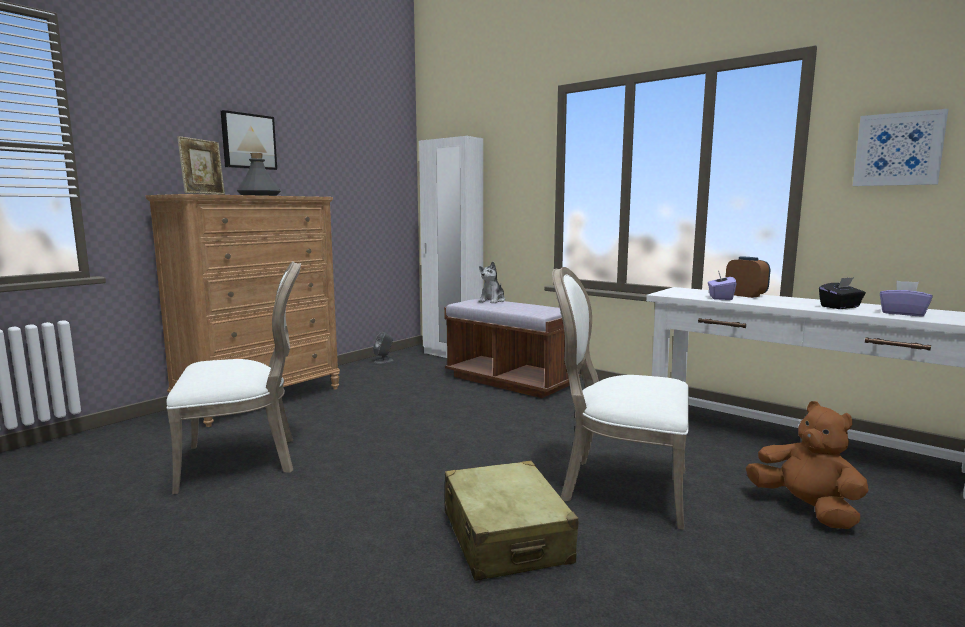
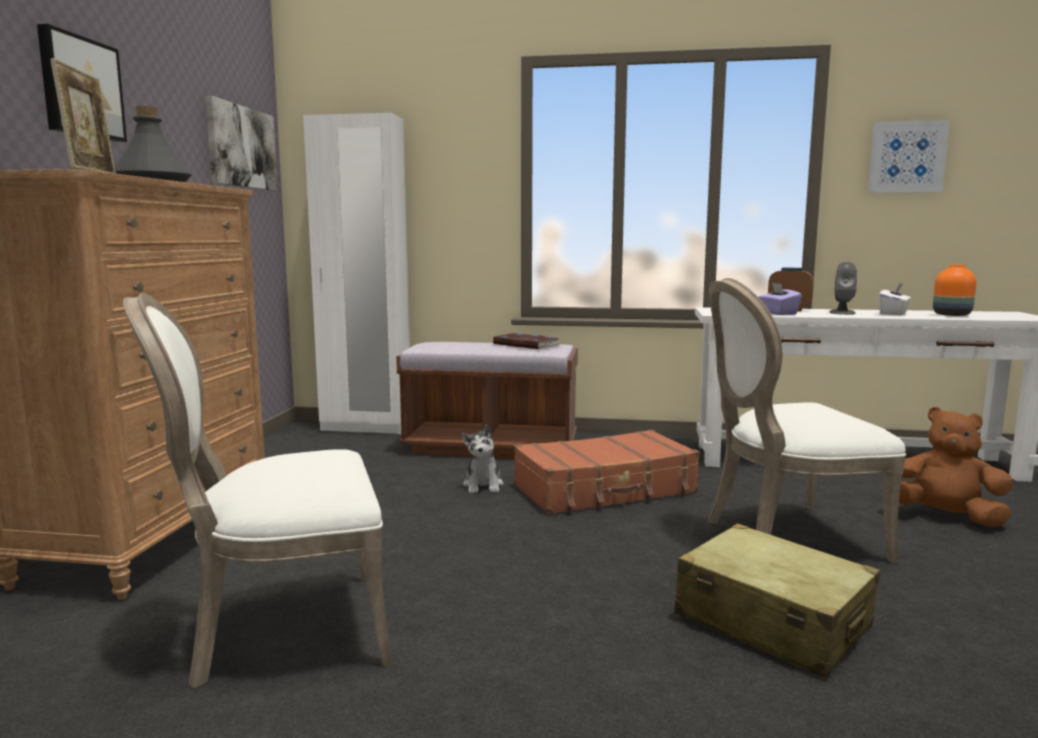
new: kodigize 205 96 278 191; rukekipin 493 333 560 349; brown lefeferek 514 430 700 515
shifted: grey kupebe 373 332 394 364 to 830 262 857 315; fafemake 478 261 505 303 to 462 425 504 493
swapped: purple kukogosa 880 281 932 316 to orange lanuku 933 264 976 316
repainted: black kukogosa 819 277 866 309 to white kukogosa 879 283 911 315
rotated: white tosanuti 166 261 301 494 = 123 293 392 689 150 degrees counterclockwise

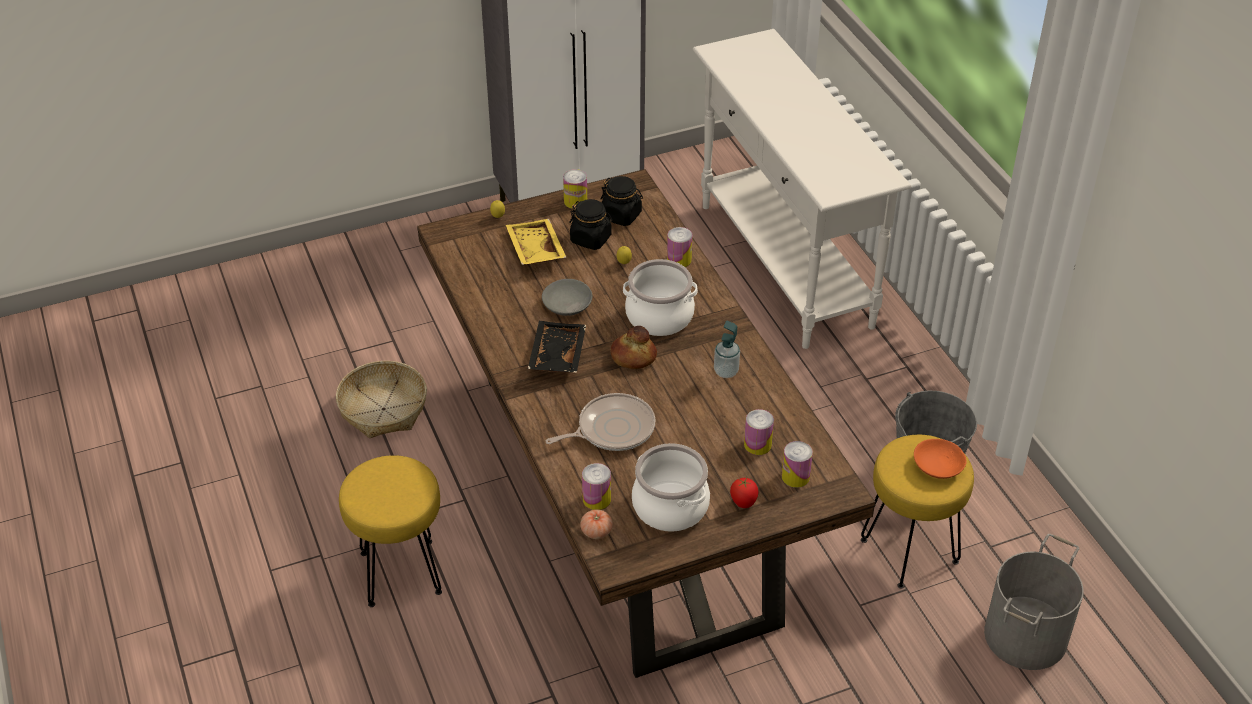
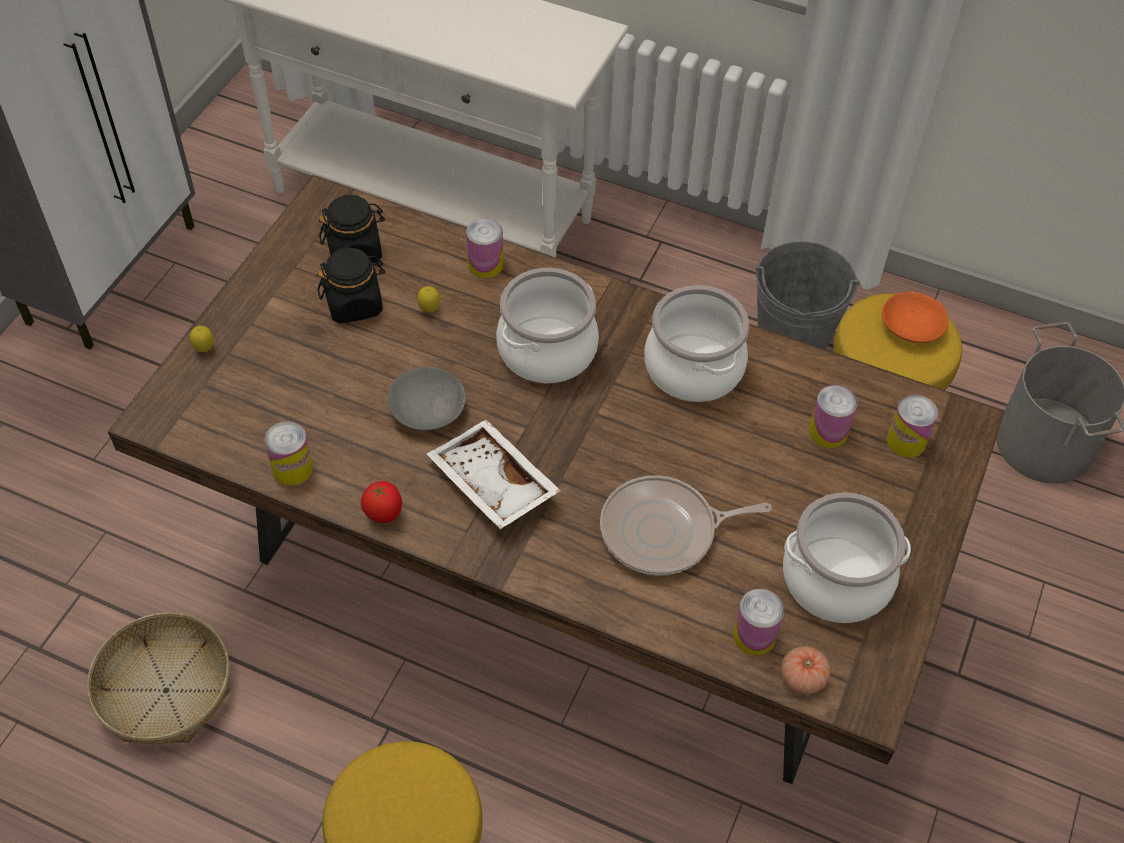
gone: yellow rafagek 506 219 567 265; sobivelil 610 326 657 369
shifted: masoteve 563 169 587 209 to 265 421 313 486; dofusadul 730 478 759 508 to 361 481 402 523
swapped: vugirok 714 321 740 378 to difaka 644 285 749 402
repainted: black rafagek 528 321 586 373 to white rafagek 427 420 561 529
rotated: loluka 546 393 655 451 = 600 475 772 576 120 degrees counterclockwise

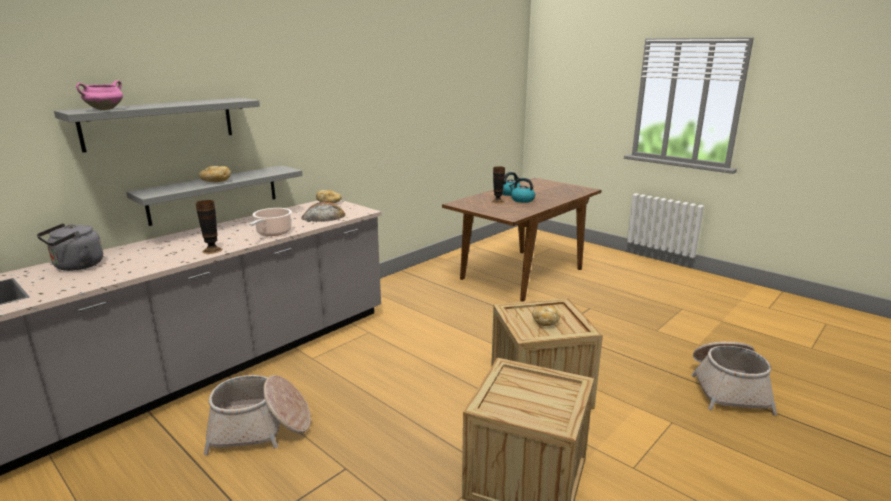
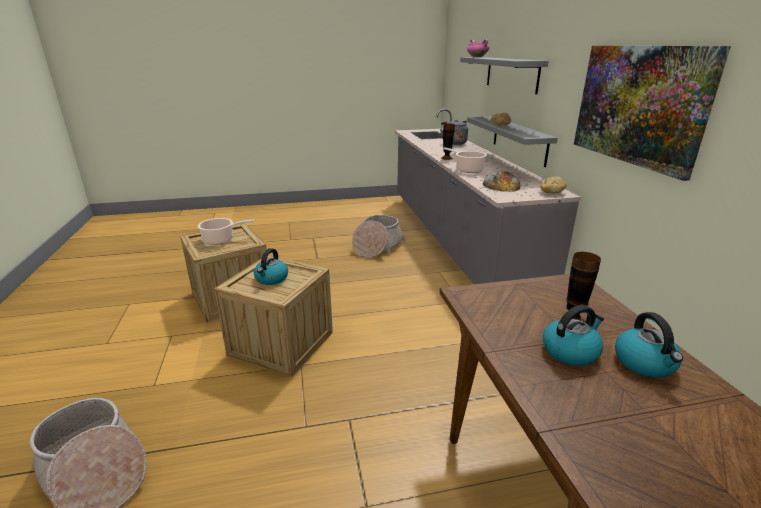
new: difaka 198 218 254 245; kodigize 574 46 731 181
swapped: sobivelil 532 306 560 326 to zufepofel 254 248 288 285

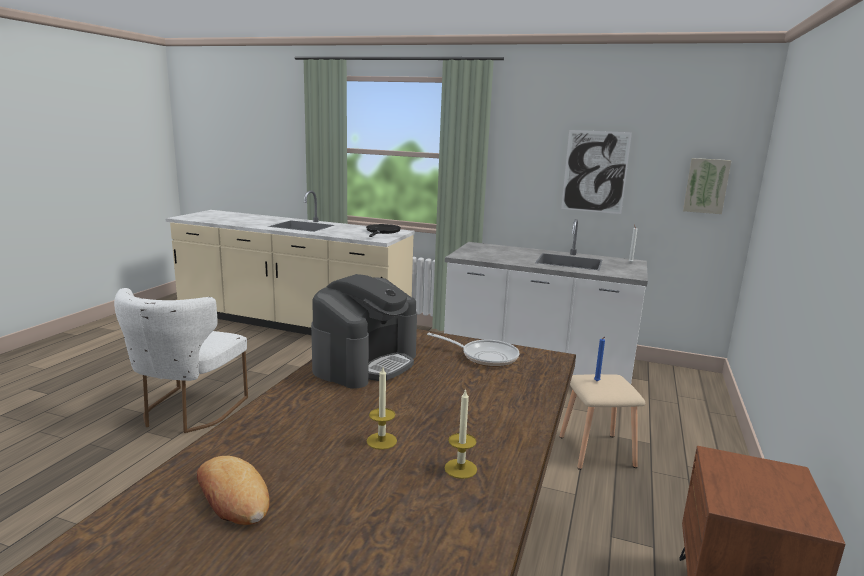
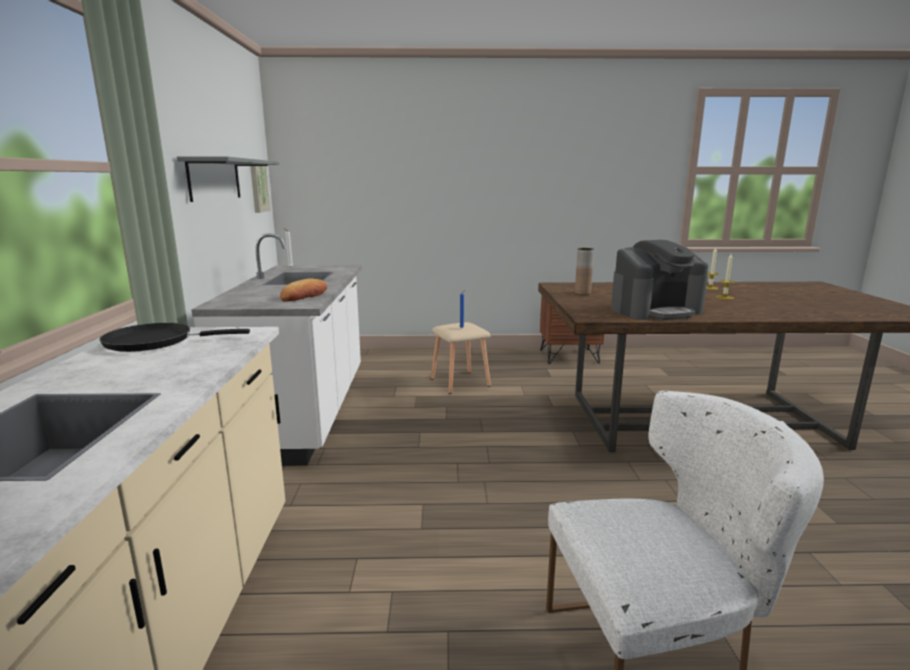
shifted: sobivelil 197 456 270 525 to 280 279 327 301
swapped: loluka 427 333 519 367 to brown lanuku 575 248 594 295; kodigize 561 130 632 214 to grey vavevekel 177 156 280 202
rotated: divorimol 311 274 417 389 = 611 240 708 320 150 degrees clockwise

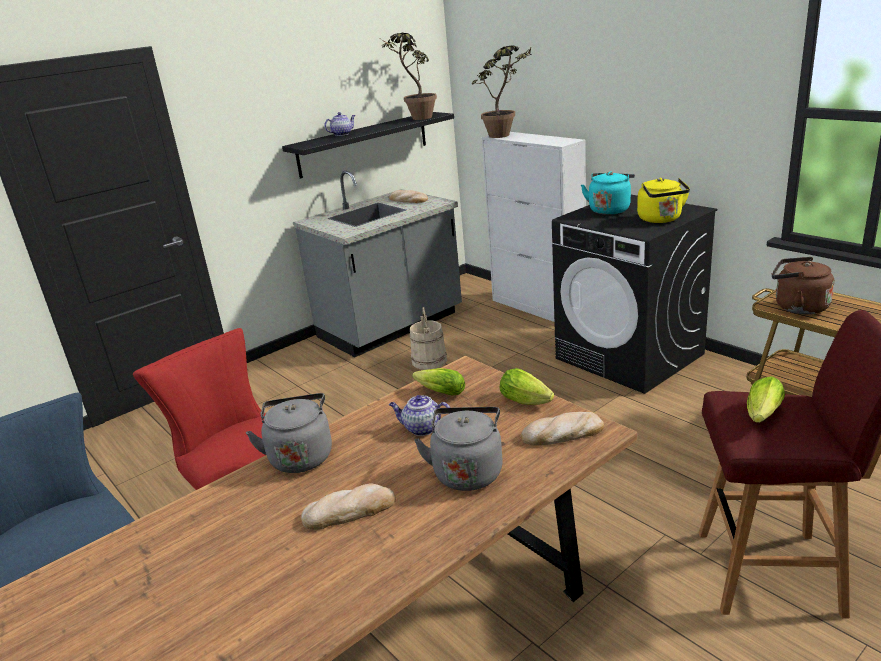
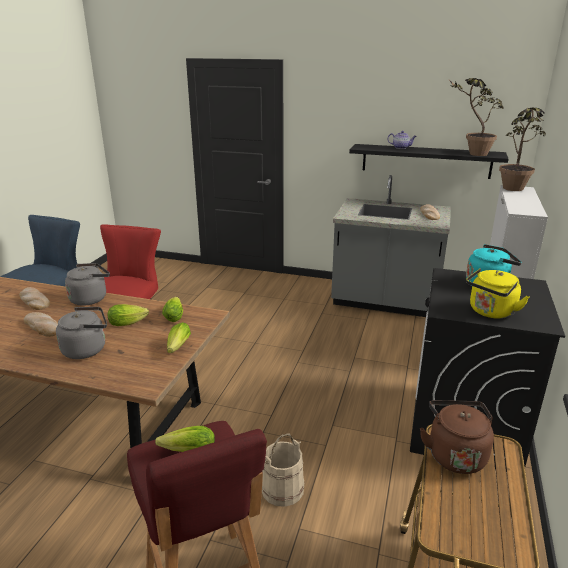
shifted: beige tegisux 410 307 447 370 to 262 433 304 507; sobivelil 521 412 604 446 to 19 287 50 310
swapped: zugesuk 389 395 451 436 to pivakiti 108 304 149 326

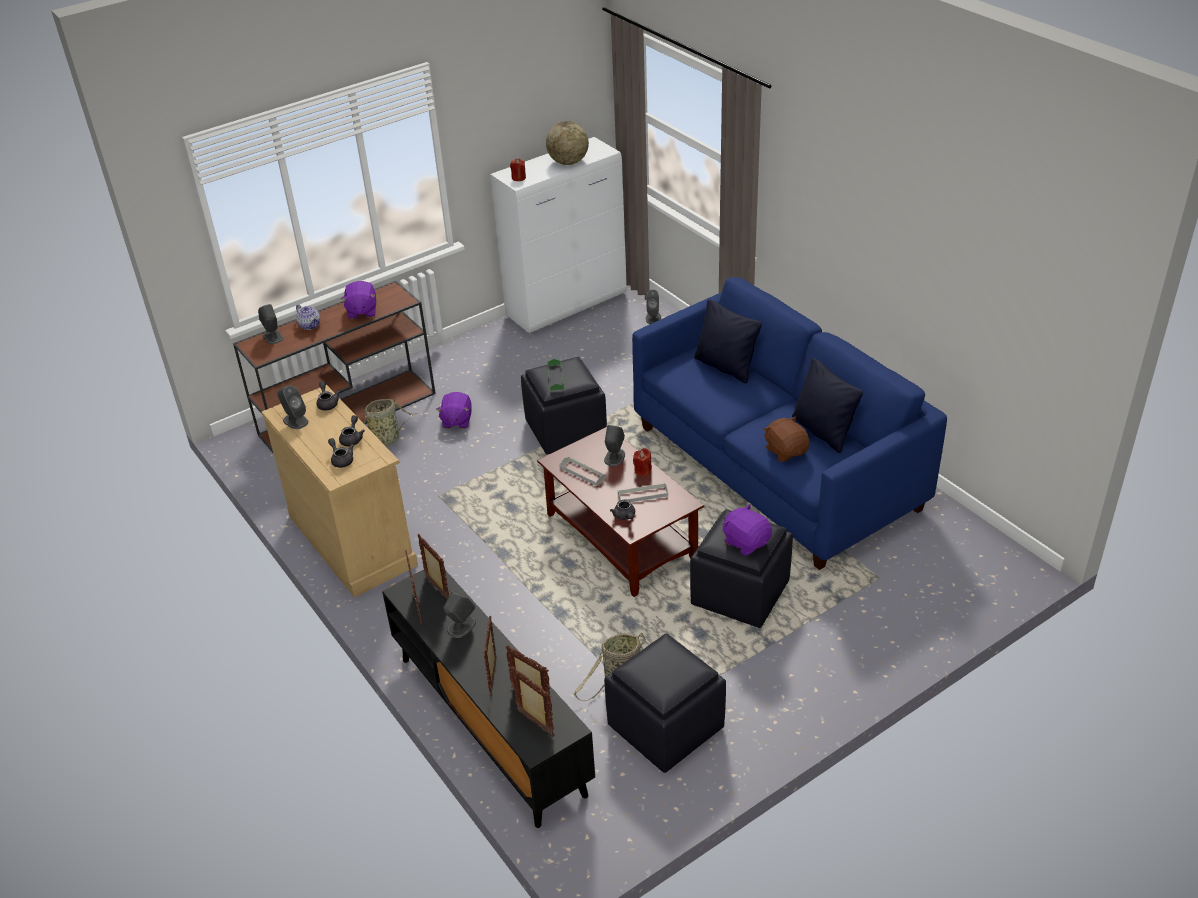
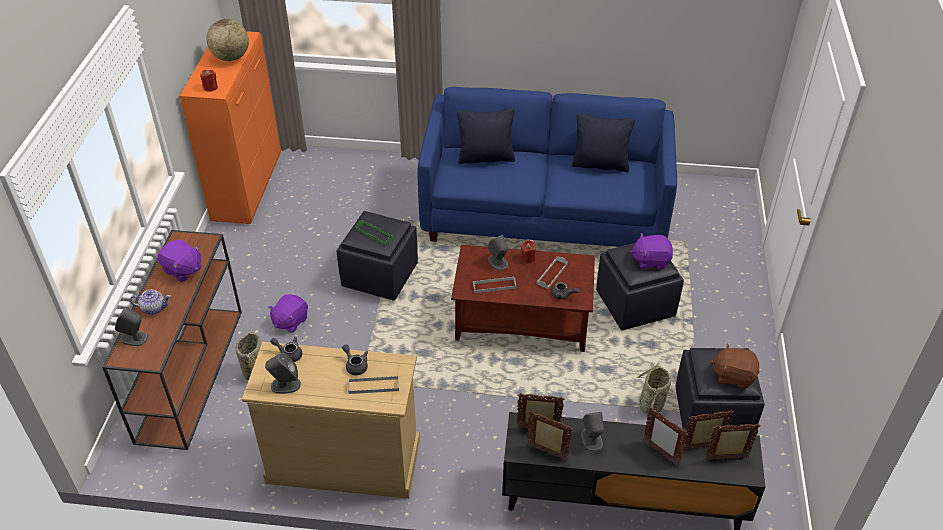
gone: grey kupebe 646 289 661 324
shifted: brown fafemake 763 416 810 462 to 710 343 760 389
swapped: grey zugesuk 328 438 354 468 to grey rafagek 348 376 399 394
repainted: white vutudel 490 137 627 333 to orange vutudel 179 31 281 224
rotated: purple fafemake 436 392 472 429 = 268 294 308 333 75 degrees clockwise

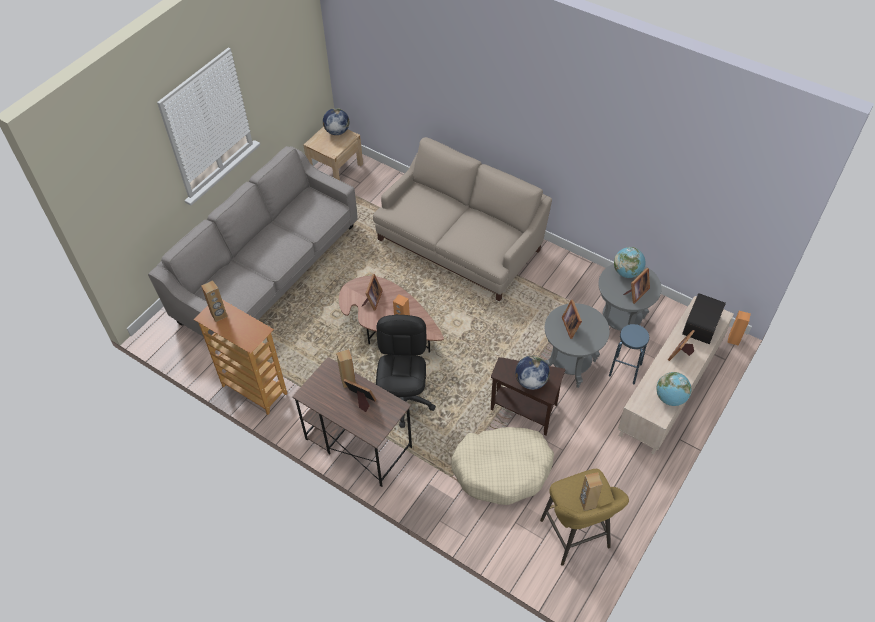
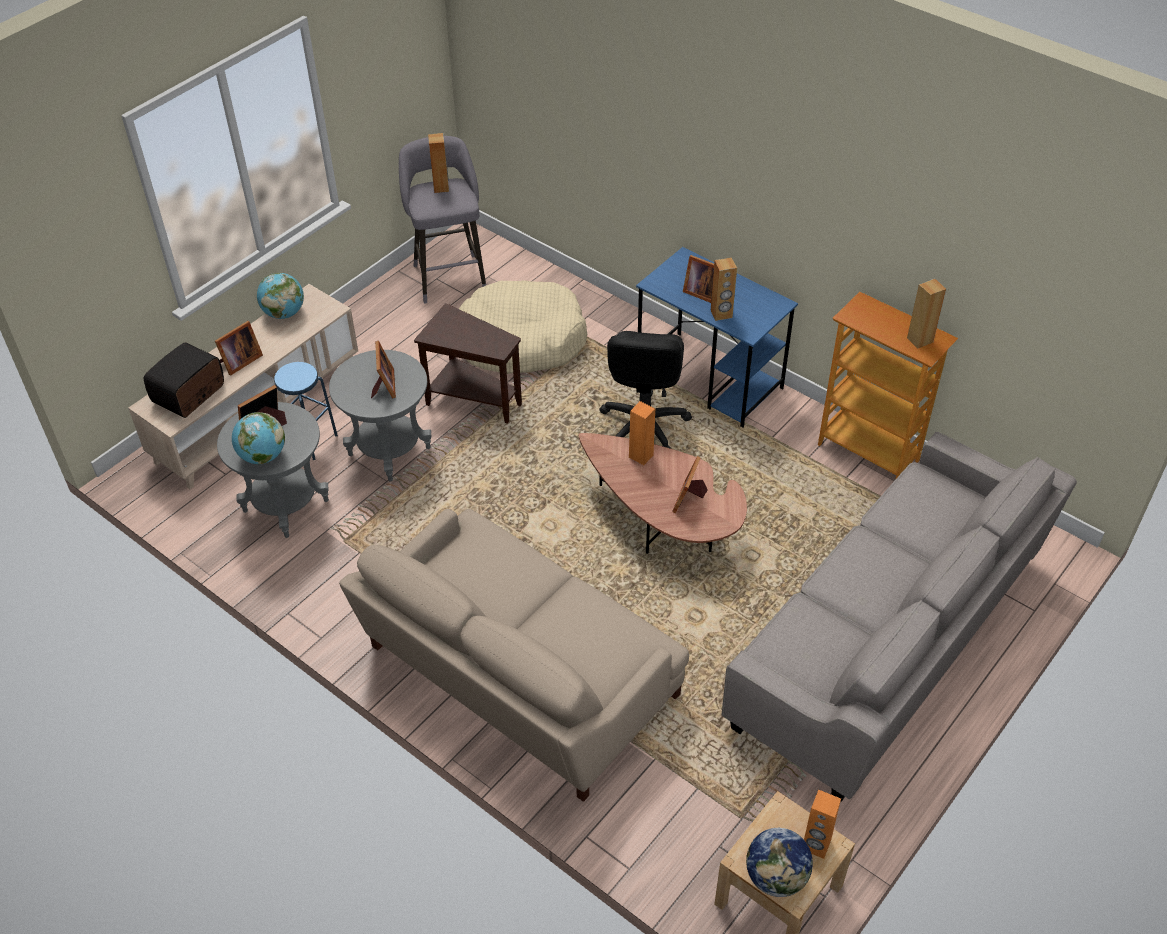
gone: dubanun 515 355 550 390
shifted: orange kupebe 727 311 751 346 to 804 790 841 859
repainted: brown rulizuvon 292 357 412 487 to blue rulizuvon 636 247 798 427; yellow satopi 540 469 629 566 to grey satopi 399 136 486 304

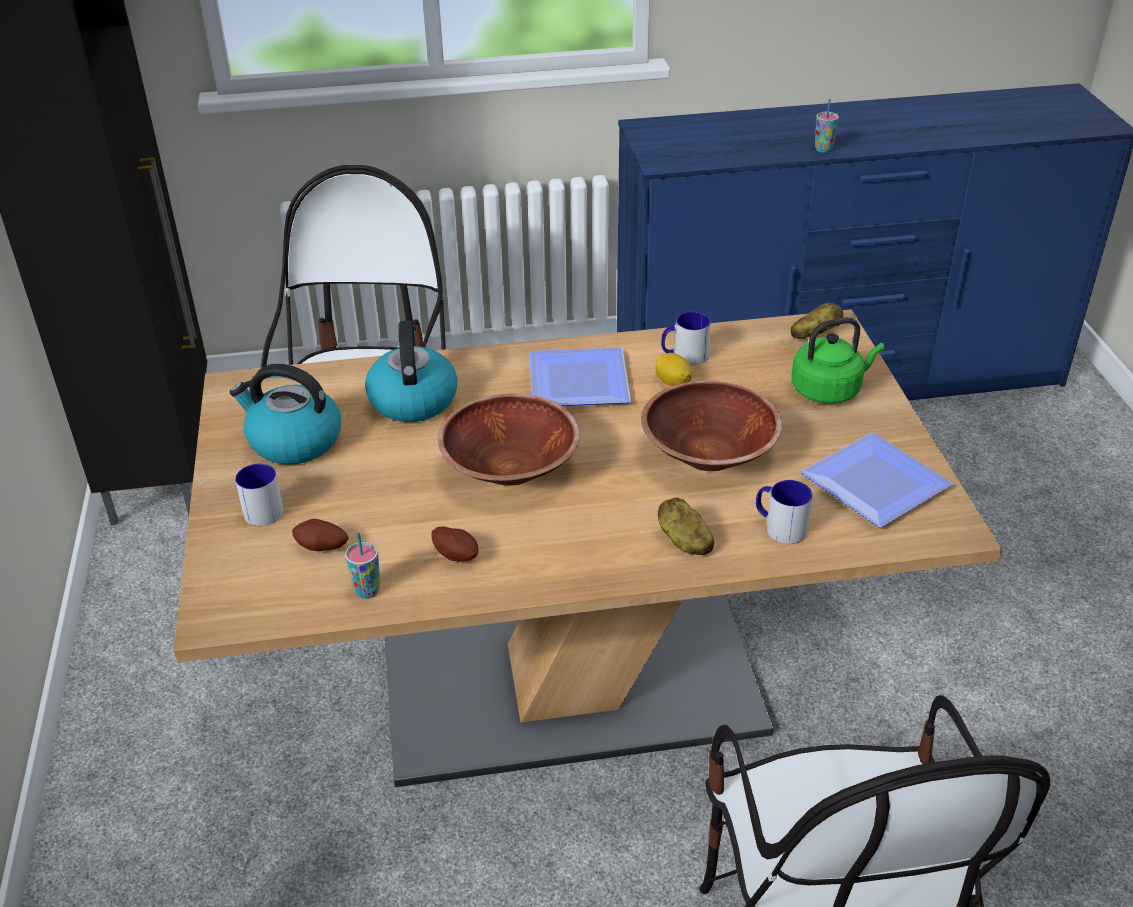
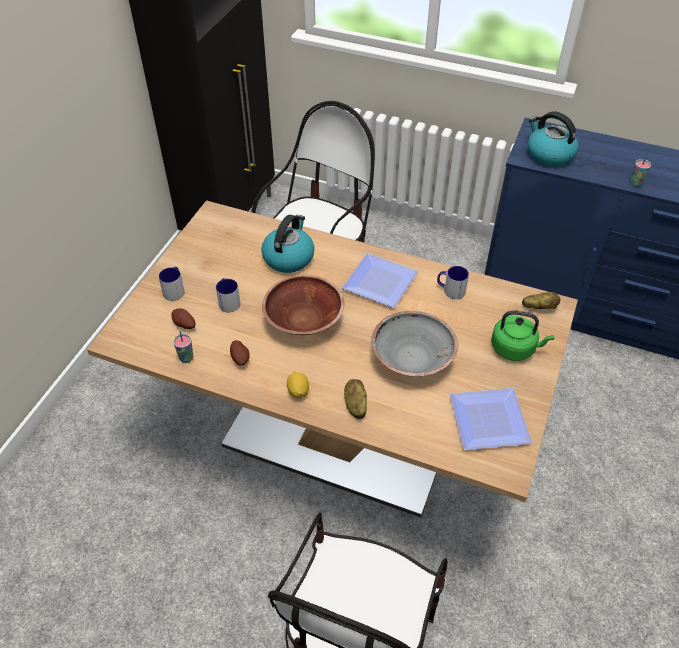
shifted: zufepofel 230 364 341 464 to 528 112 579 167; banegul 655 353 693 387 to 287 371 309 398; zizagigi 756 480 813 544 to 216 278 240 312
repainted: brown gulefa 641 380 782 471 to grey gulefa 371 311 458 377

